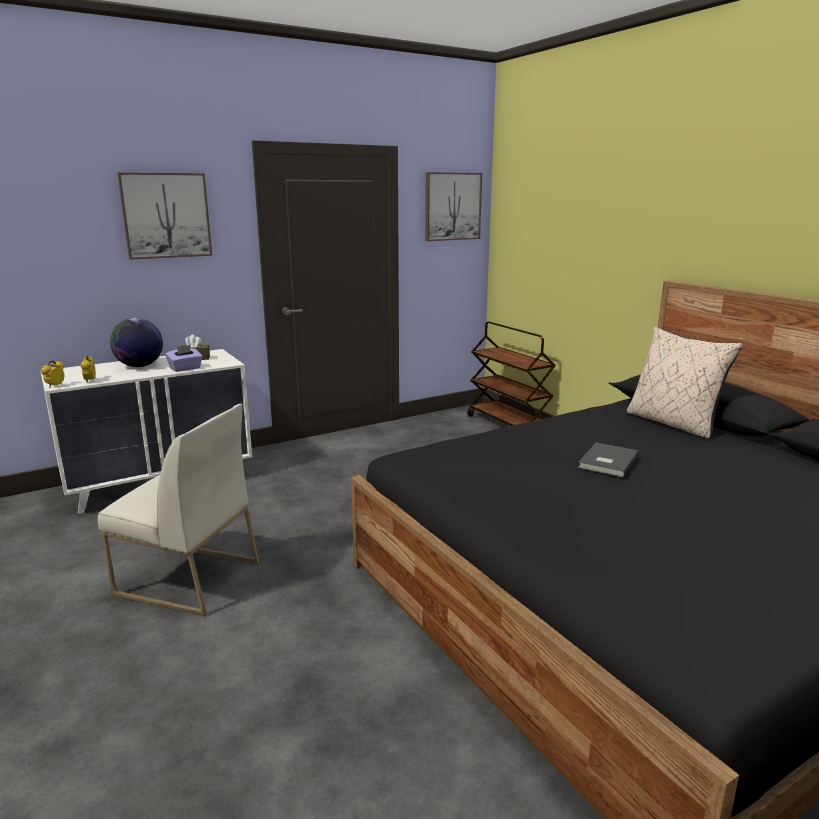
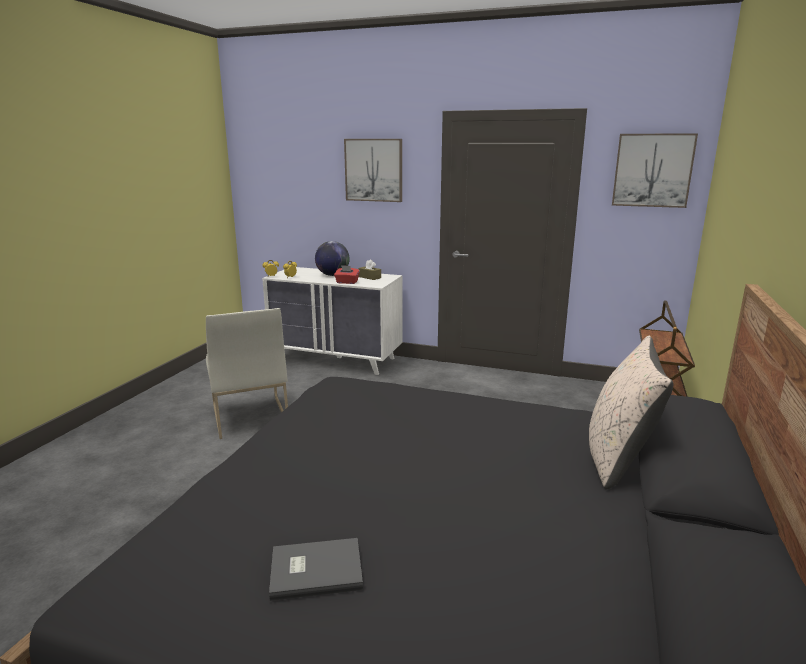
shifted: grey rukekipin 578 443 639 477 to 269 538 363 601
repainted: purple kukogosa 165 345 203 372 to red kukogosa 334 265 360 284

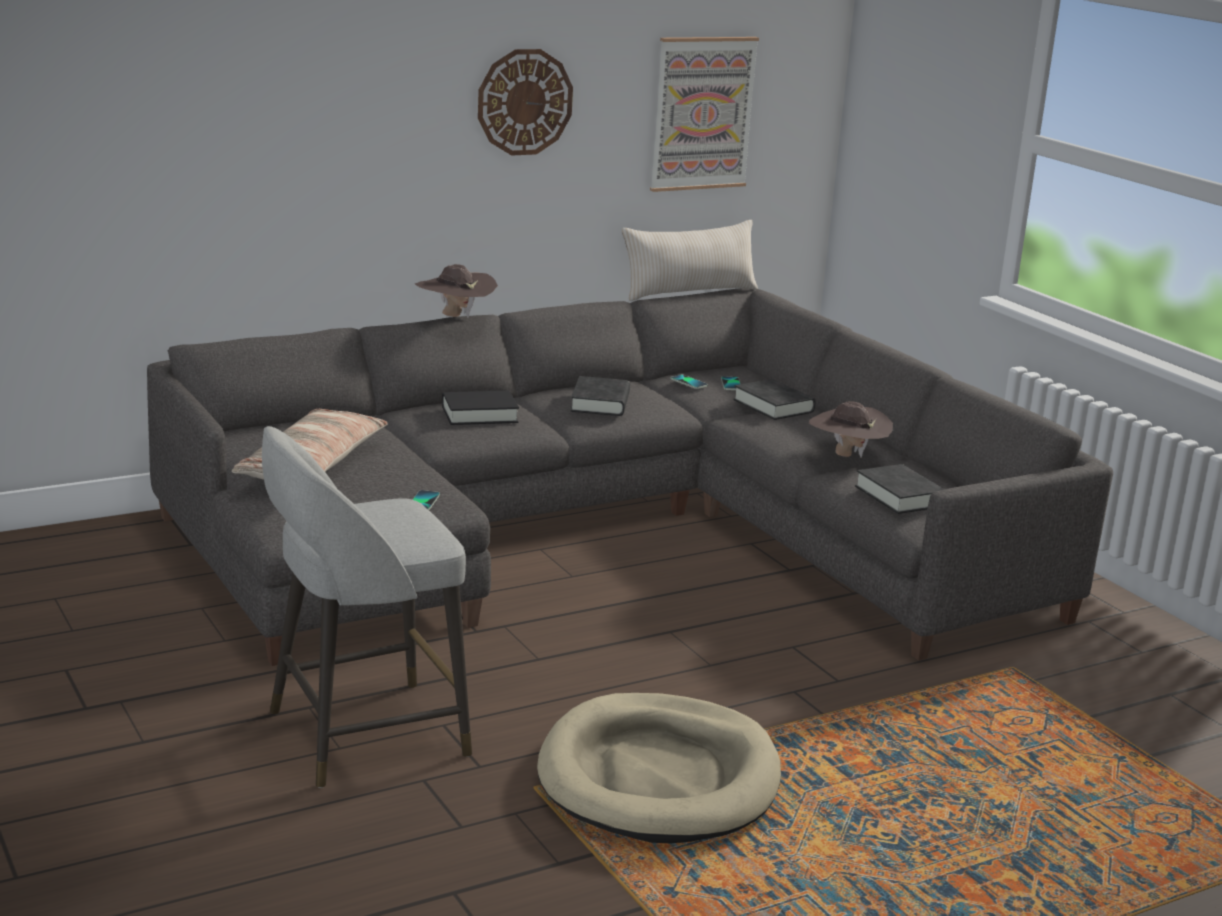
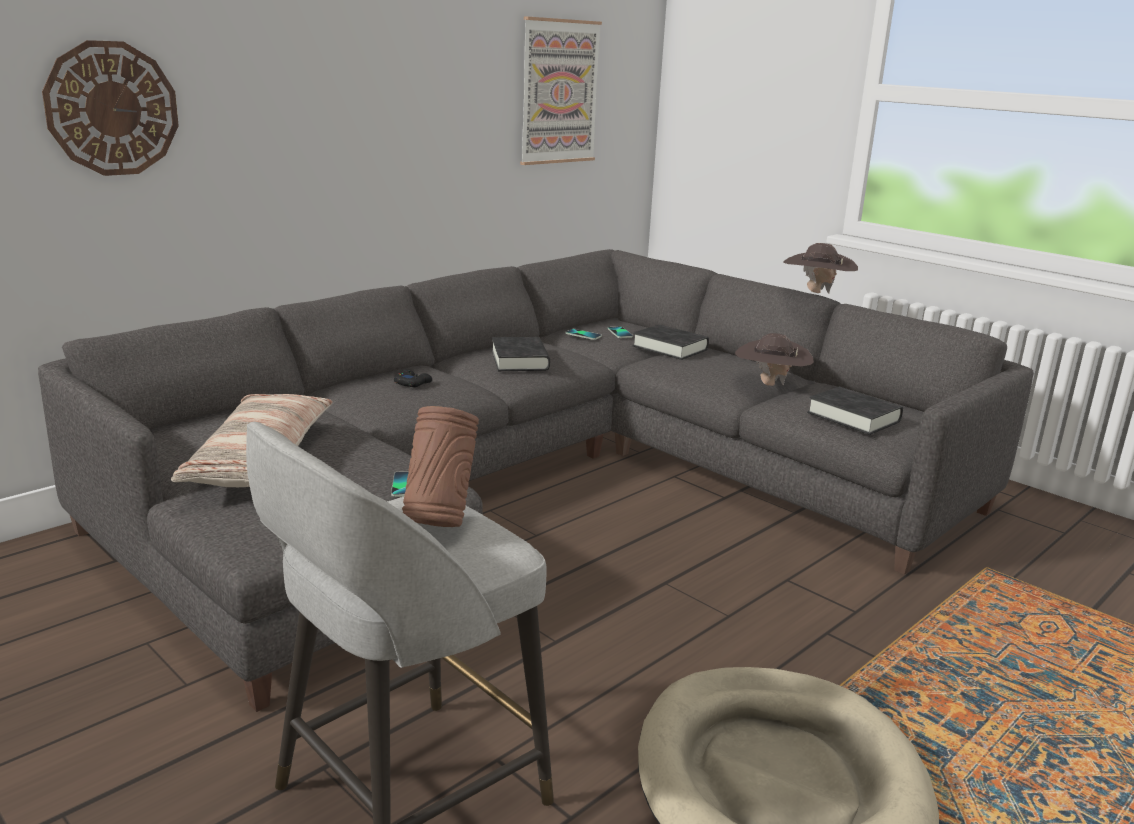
gone: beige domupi 622 220 758 301
new: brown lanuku 402 406 479 527
shifted: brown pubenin 415 264 498 319 to 783 243 858 294; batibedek 478 49 573 156 to 42 40 179 176
swapped: black rukekipin 442 391 519 425 to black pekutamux 394 369 432 387

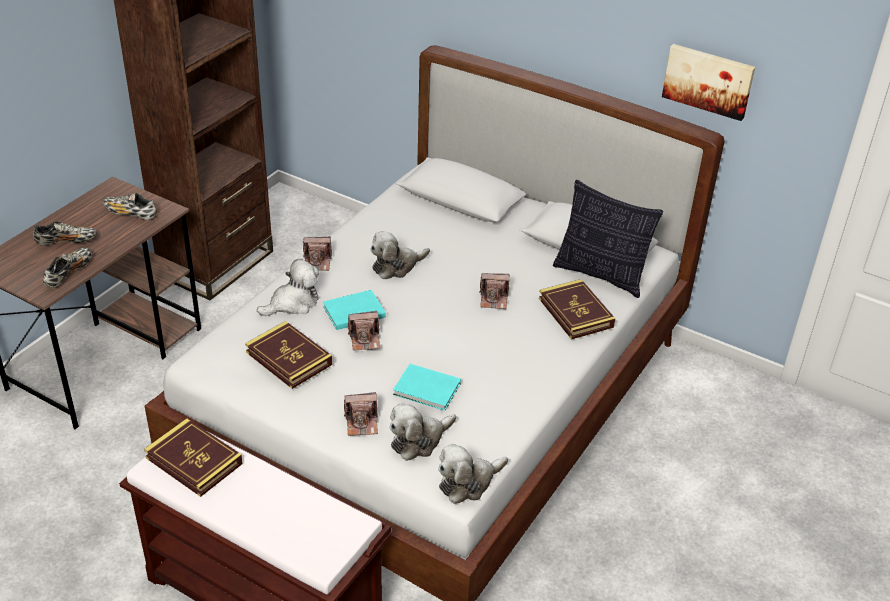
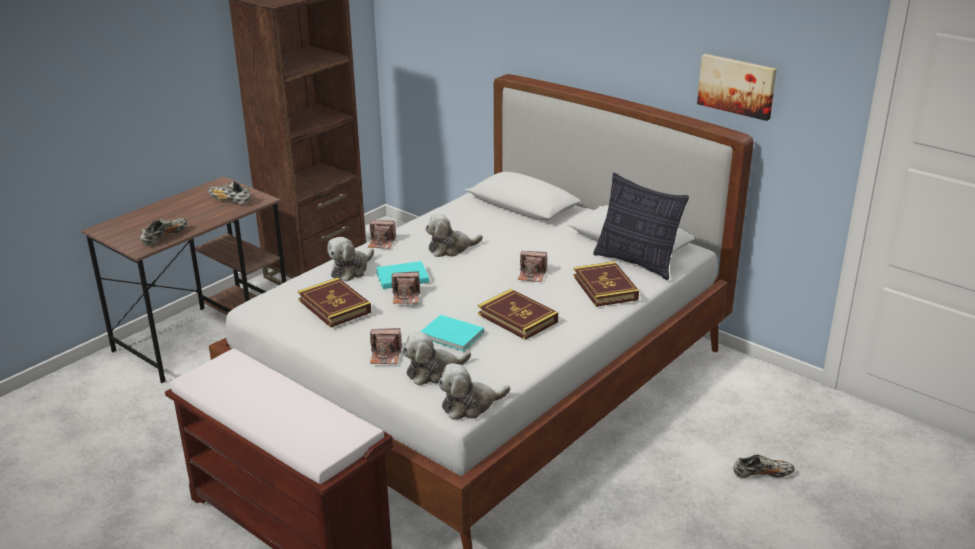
shifted: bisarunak 33 222 97 246 to 733 455 795 478; rukekipin 144 418 243 497 to 478 289 558 340
rotated: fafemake 257 259 319 316 = 327 237 374 282 150 degrees clockwise

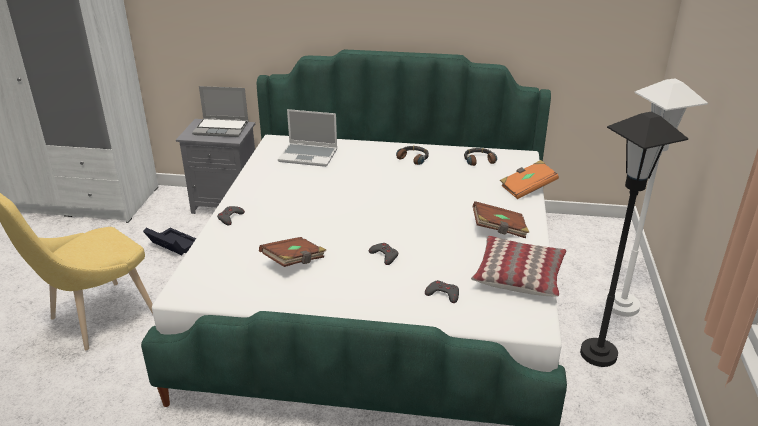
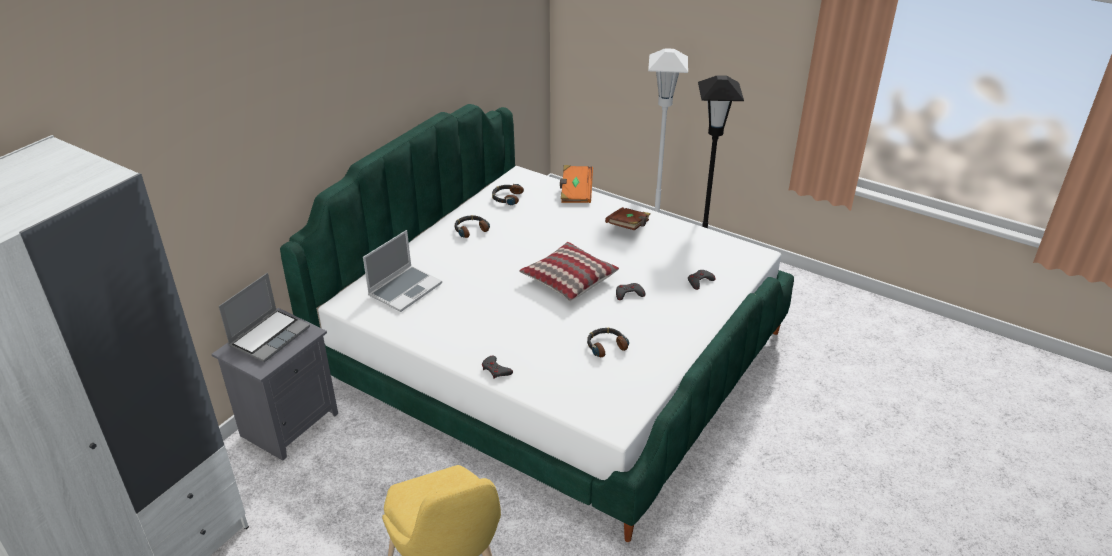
gone: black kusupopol 143 228 196 255
shifted: domupi 471 236 566 297 to 519 242 619 301
swapped: brown rukekipin 259 237 326 267 to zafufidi 587 327 629 357

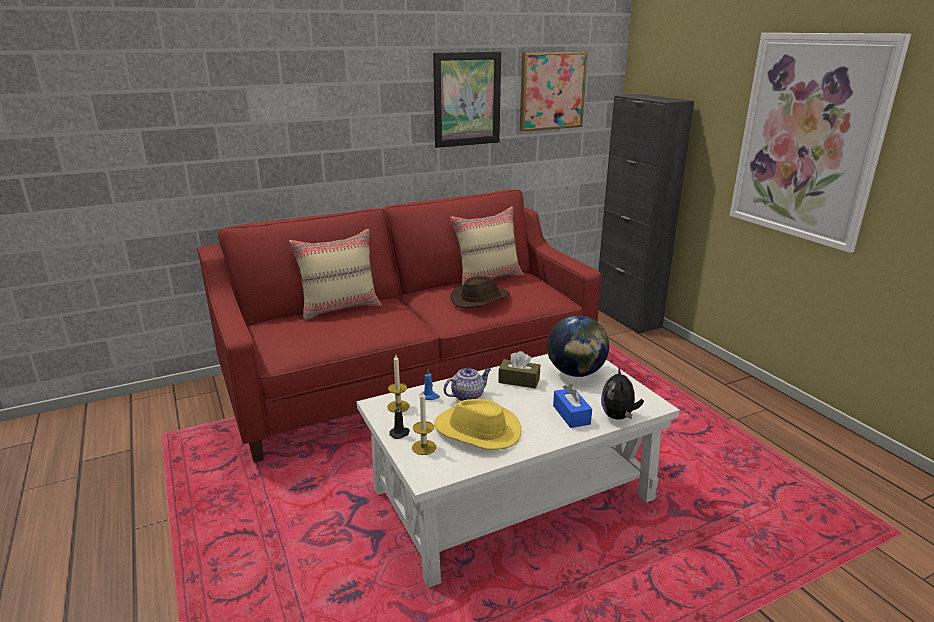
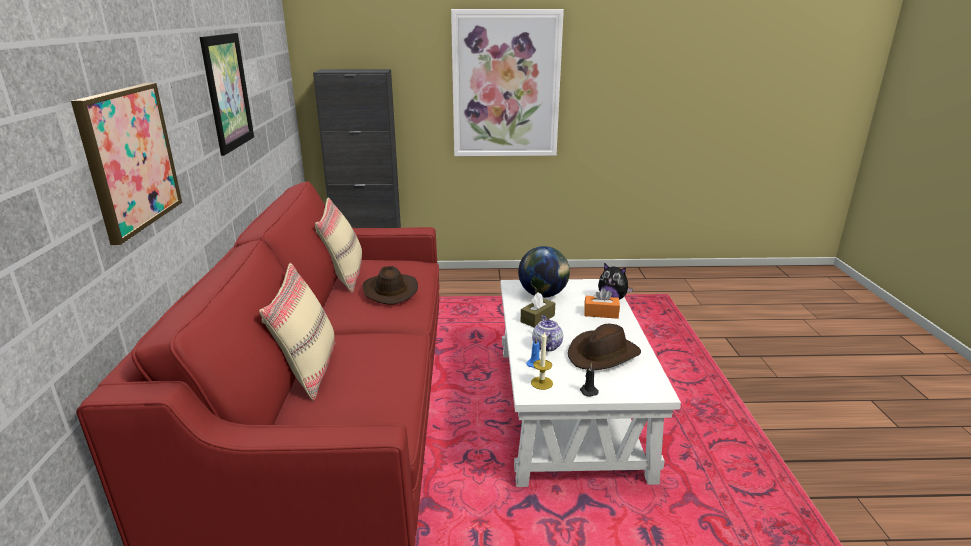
gone: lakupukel 412 391 436 455
shifted: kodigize 520 51 588 131 to 71 83 182 245
repainted: yellow pubenin 434 399 521 450 to brown pubenin 568 324 641 370; blue kukogosa 553 384 592 428 to orange kukogosa 584 288 620 319

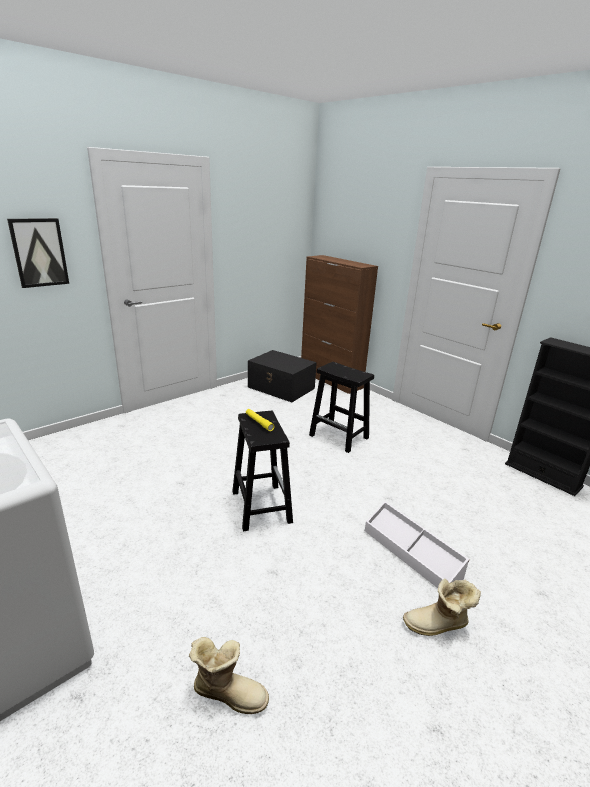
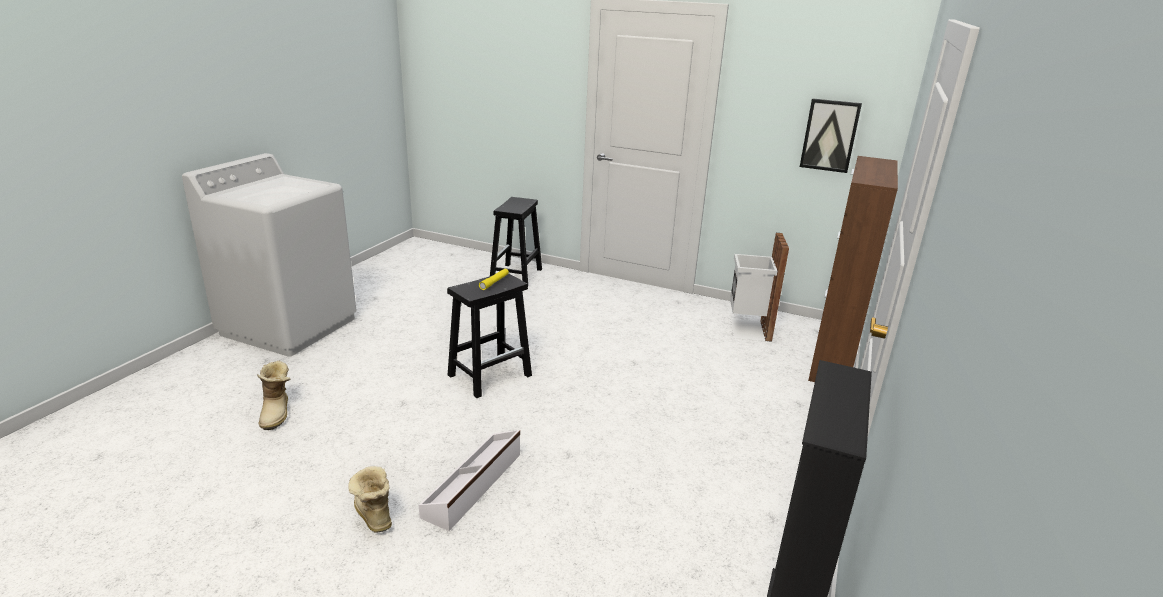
shifted: kodigize 7 218 69 288 to 800 98 862 173; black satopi 309 362 374 453 to 490 197 542 284
swapped: black kusupopol 248 350 317 402 to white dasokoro 730 233 789 342

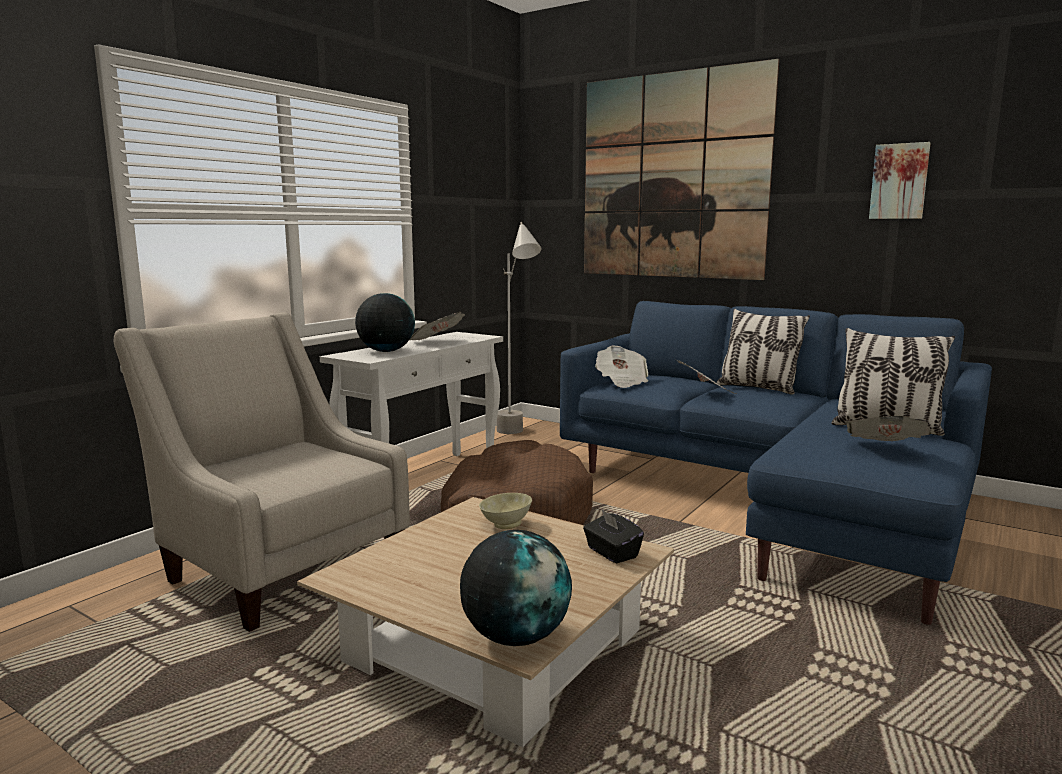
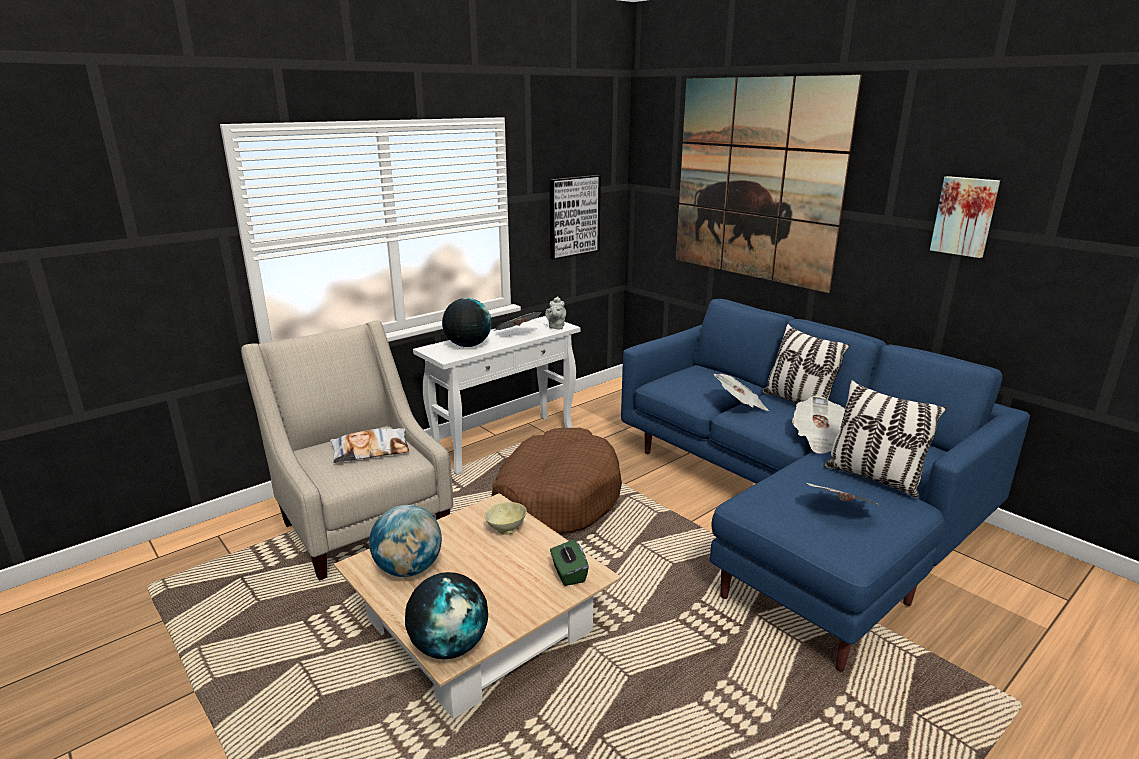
gone: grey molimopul 497 222 541 434
new: domupi 330 428 409 463; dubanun 369 505 442 577; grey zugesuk 545 297 566 330; kodigize 550 175 601 260
shifted: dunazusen 595 346 648 388 to 792 396 845 454
repainted: black kukogosa 583 510 644 564 to green kukogosa 550 539 589 586

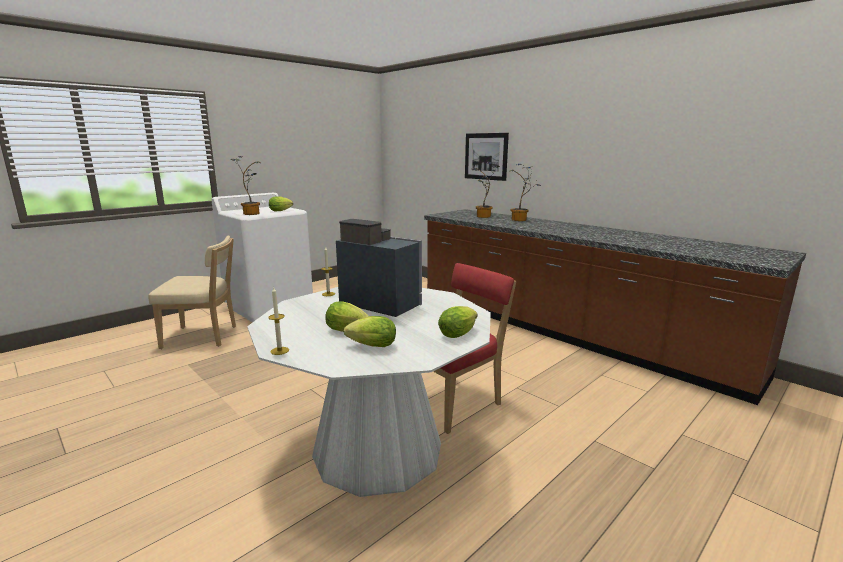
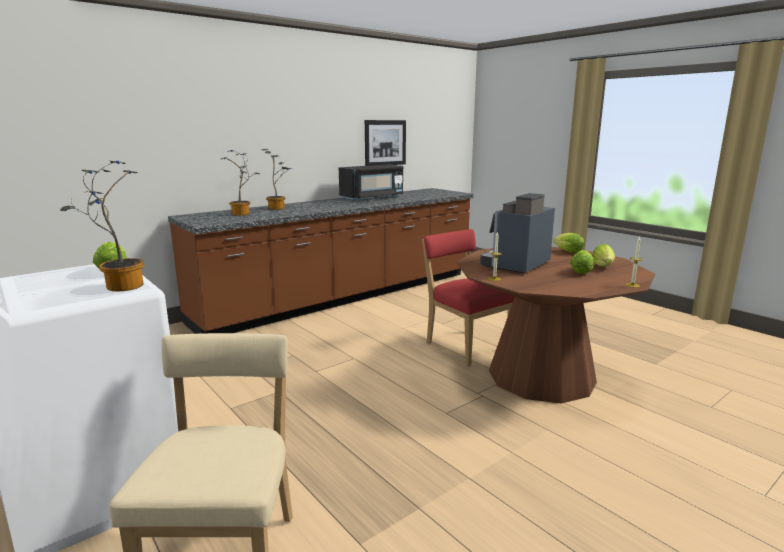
new: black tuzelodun 339 164 404 201
shifted: kodigize 465 133 509 181 to 365 120 406 166
repainted: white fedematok 247 287 491 497 to brown fedematok 456 247 655 403

